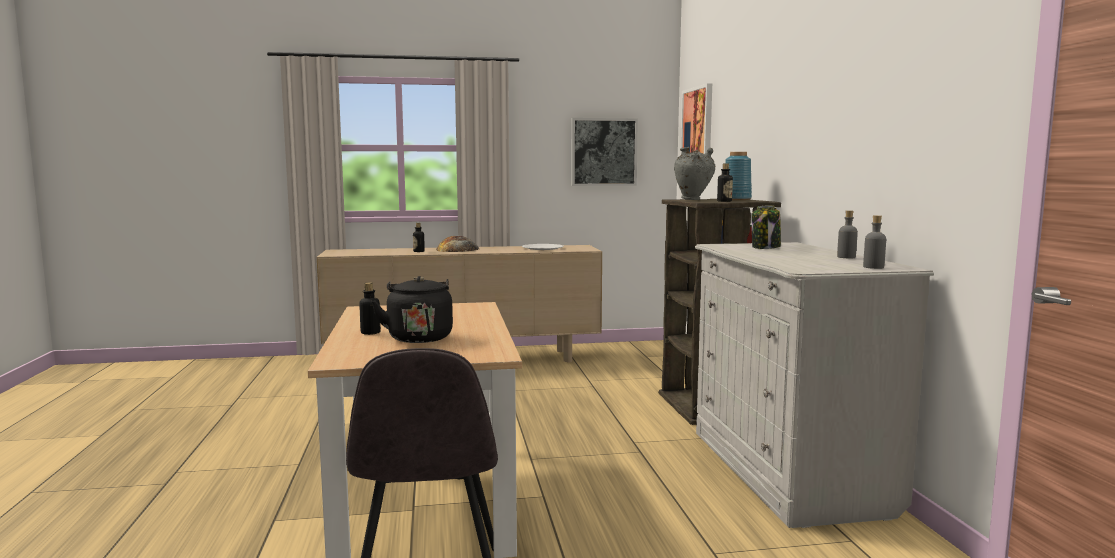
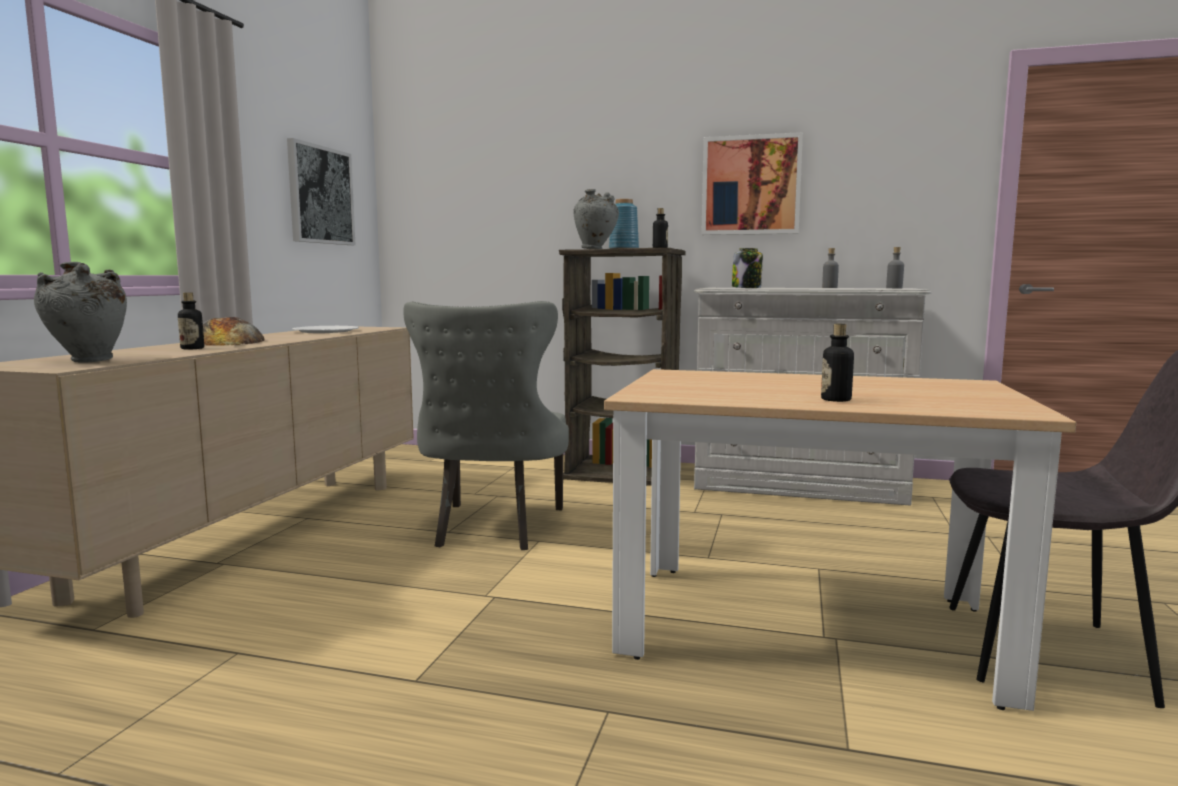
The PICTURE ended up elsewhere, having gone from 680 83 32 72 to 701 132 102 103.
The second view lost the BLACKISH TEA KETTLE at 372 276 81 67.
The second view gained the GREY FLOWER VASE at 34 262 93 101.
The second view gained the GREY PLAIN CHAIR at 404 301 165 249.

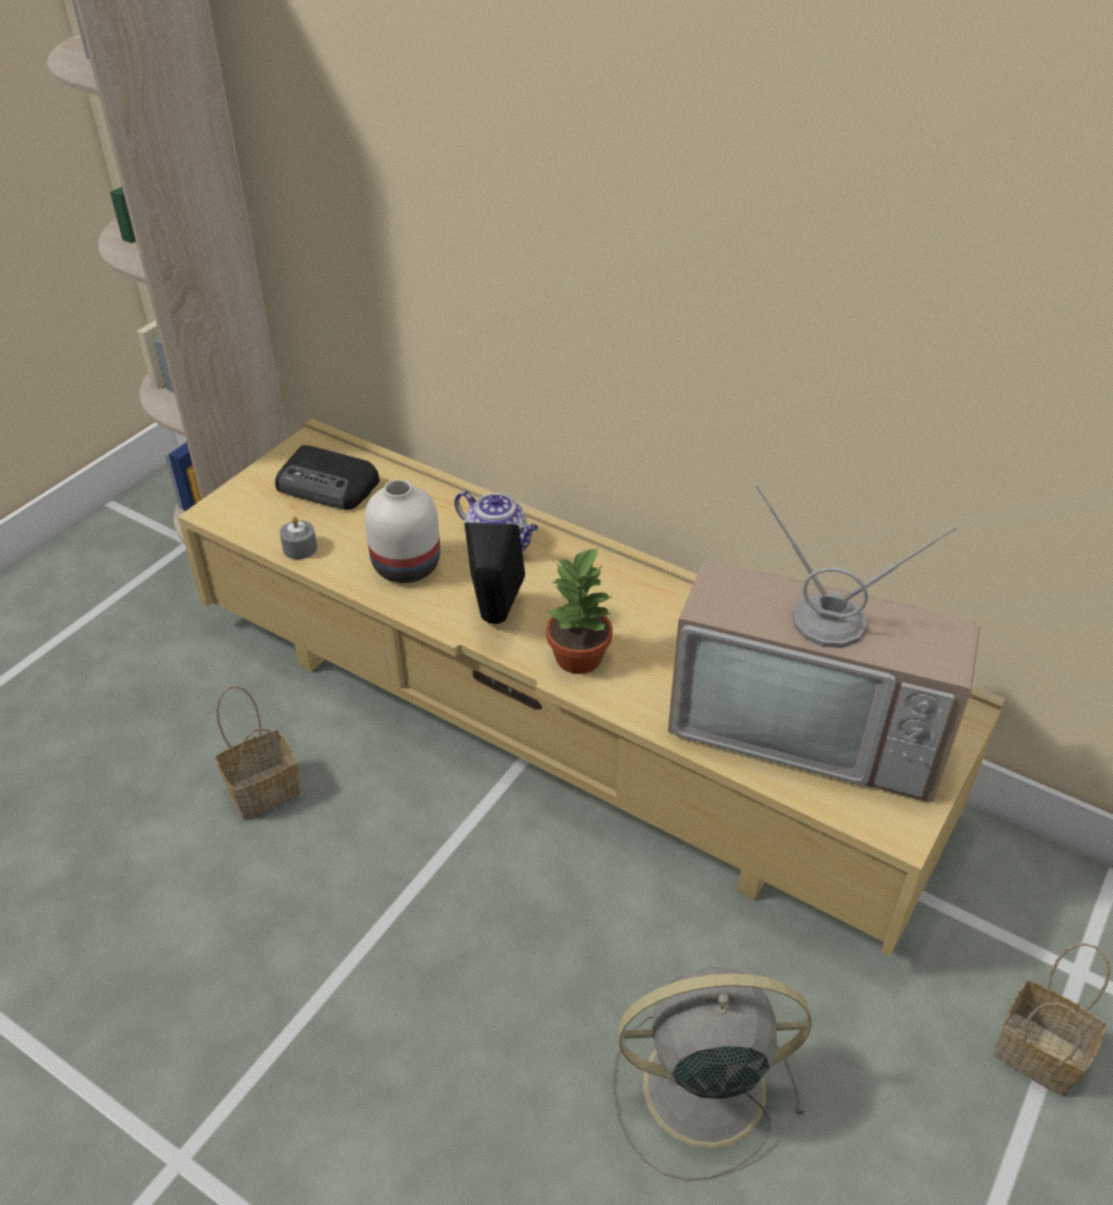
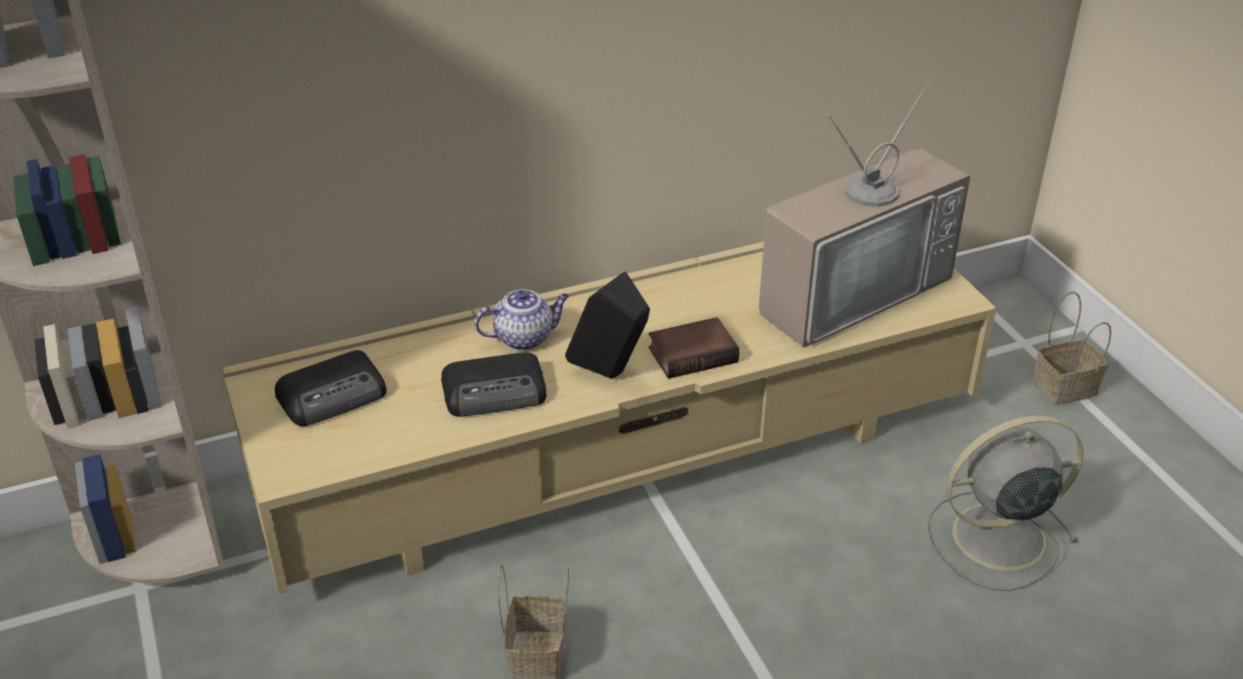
Where the WHITISH FLOWER VASE stood at 365 479 75 104, the RADIO RECEIVER came to stand at 441 352 106 65.
The second view lost the GREY WAX CANDLE at 280 516 37 43.
Where the PLANT IN A POT stood at 546 546 67 128, the BOOK came to stand at 649 317 90 62.
The GREY ELECTRIC FAN at 612 967 200 214 ended up facing another way, 45 degrees clockwise from before.

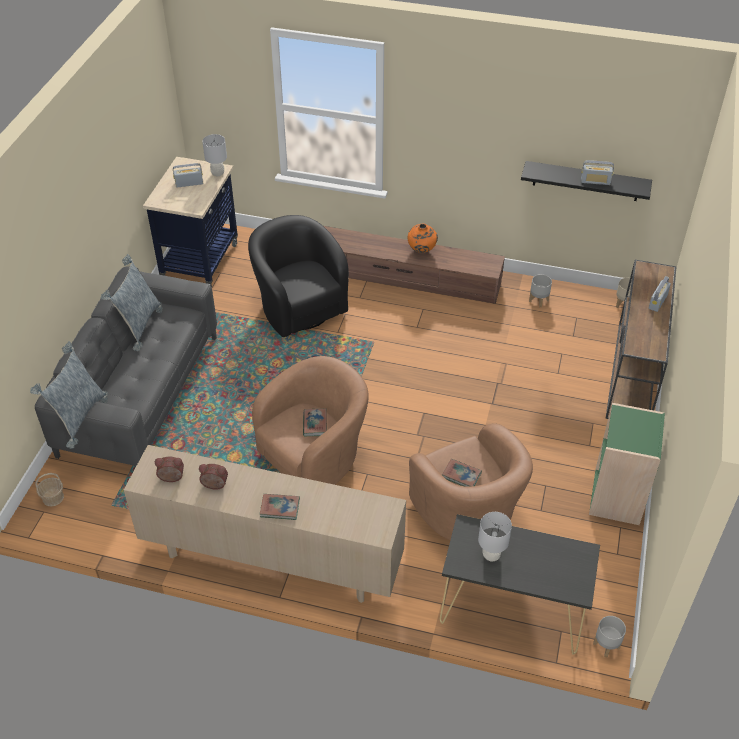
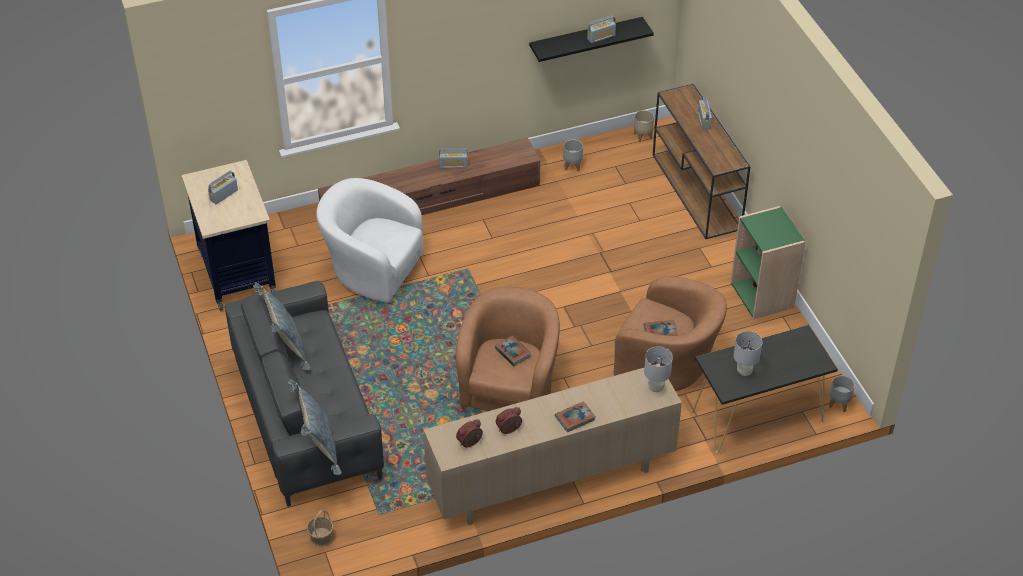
The GREY LAMP FOR A TABLE ended up elsewhere, having gone from 202 134 25 42 to 644 346 29 46.
What was the BLACKISH ARMCHAIR at 248 215 101 122 turned into the WHITISH ARMCHAIR at 316 178 107 125.
Where the ORANGEY FLOWER VASE stood at 407 223 31 30, the RADIO RECEIVER came to stand at 439 148 29 20.

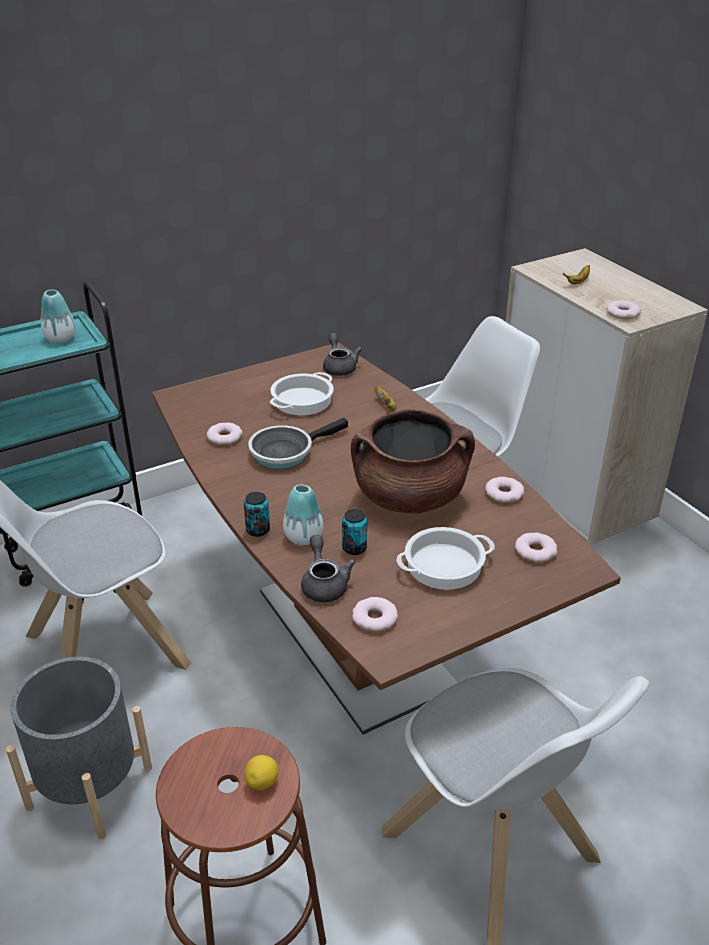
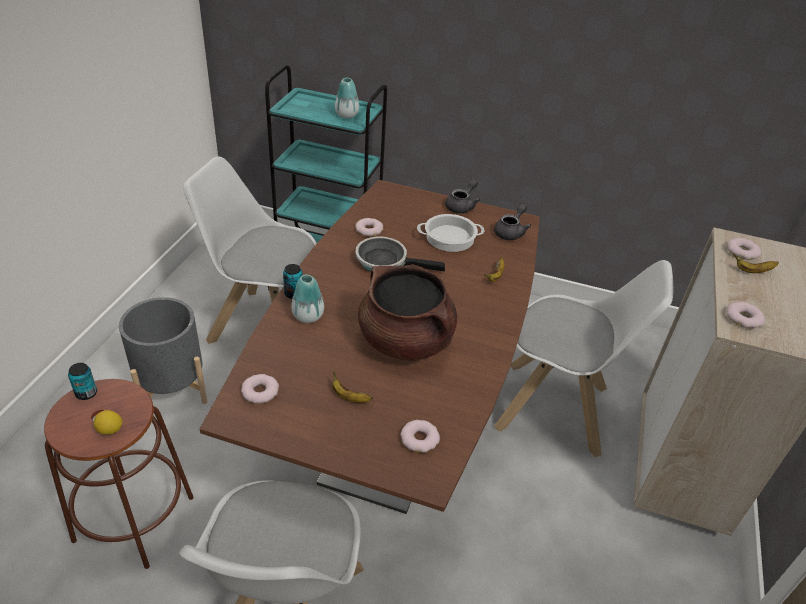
The DOUGHNUT ended up elsewhere, having gone from 486 477 38 26 to 727 238 34 22.
The CAN ended up elsewhere, having gone from 342 509 25 46 to 68 363 29 37.
Where the COOKING POT stood at 396 527 99 63, the BANANA came to stand at 332 371 41 32.
The GREY TEA POT ended up elsewhere, having gone from 301 535 55 67 to 445 179 35 35.

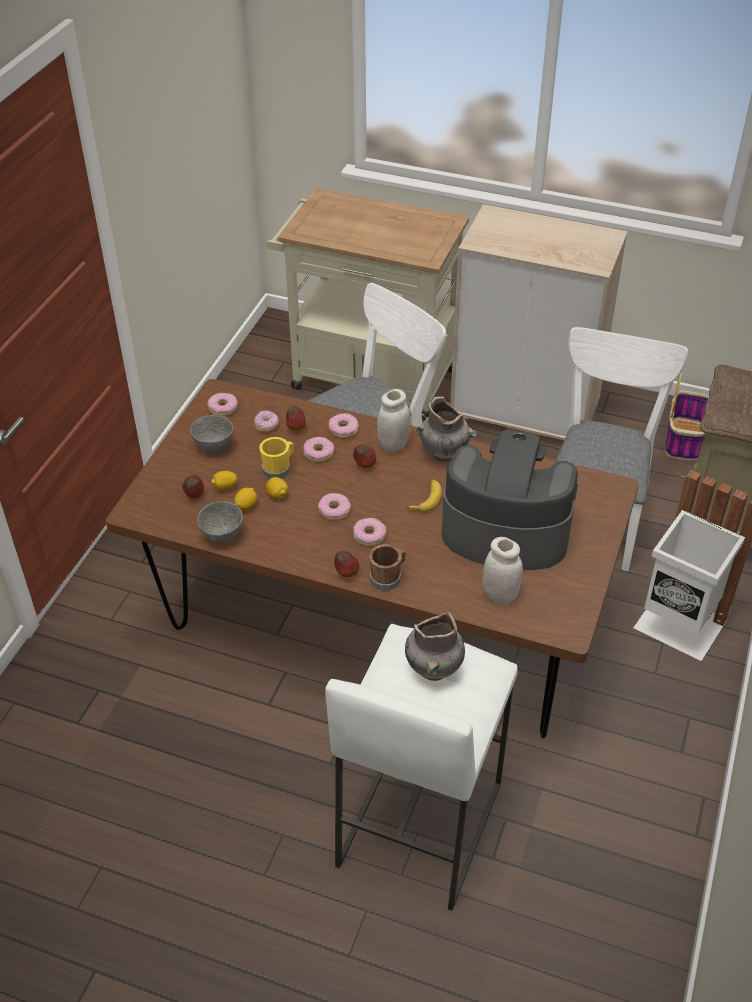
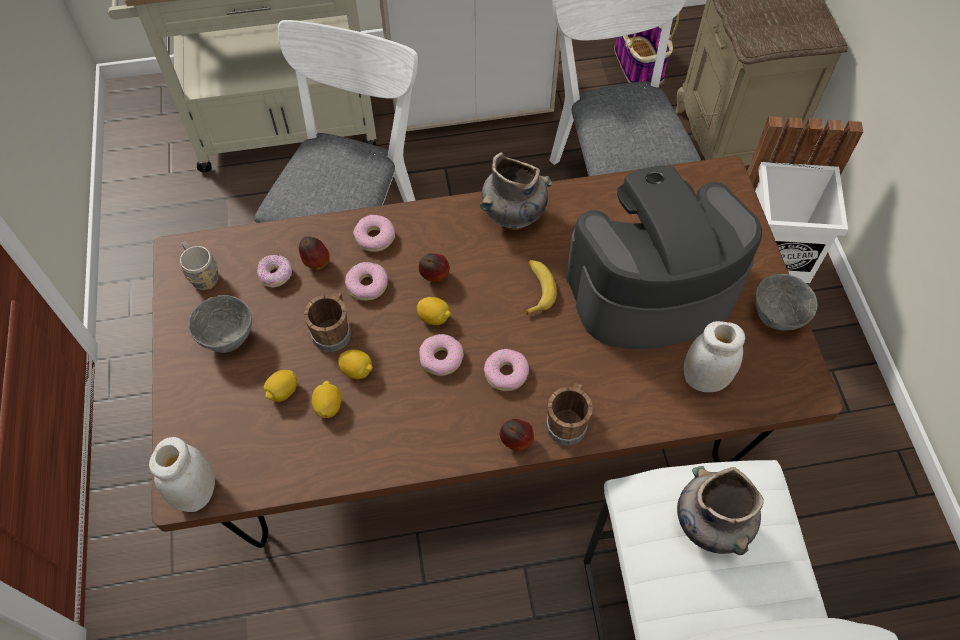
The WHITISH STORAGE JAR ended up elsewhere, having gone from 377 389 34 63 to 149 437 66 75.
Where the DOUGHNUT stood at 207 393 31 23, the GREY COFFEE MUG came to stand at 180 241 38 49.
What was the YELLOW COFFEE MUG at 259 437 35 42 turned into the BROWNISH COFFEE MUG at 304 292 47 60.
The second view lost the WHOLE APPLE at 182 475 22 24.
The GREY BOWL ended up elsewhere, having gone from 197 501 46 42 to 755 274 63 57.
The second view gained the CITRUS FRUIT at 417 297 34 28.

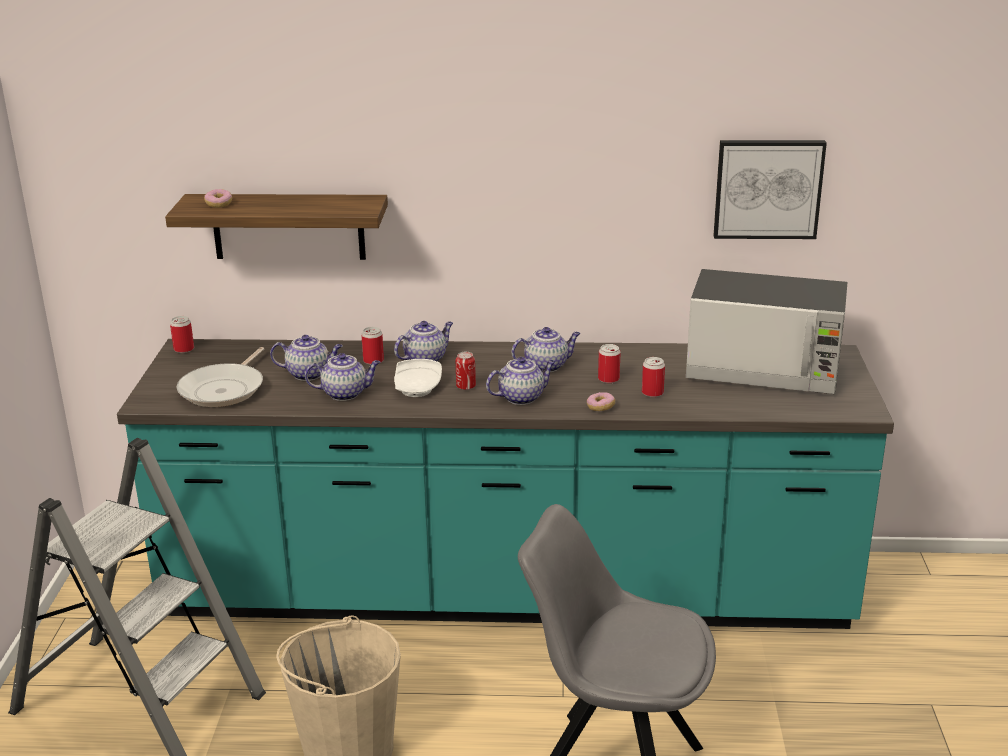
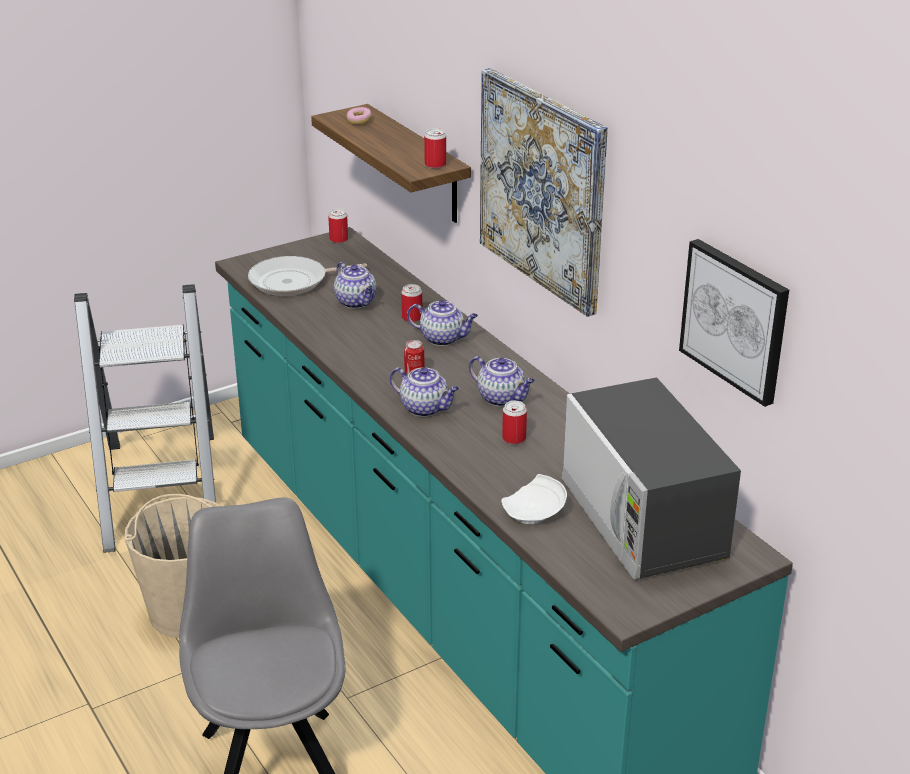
The second view lost the TEA POT at 305 353 76 48.
The CAN ended up elsewhere, having gone from 642 357 23 40 to 424 128 22 41.
The WHITISH FLAT DISH ended up elsewhere, having gone from 394 359 48 38 to 501 474 66 50.
The second view lost the DOUGHNUT at 587 392 28 19.
The second view gained the PICTURE at 480 68 128 249.

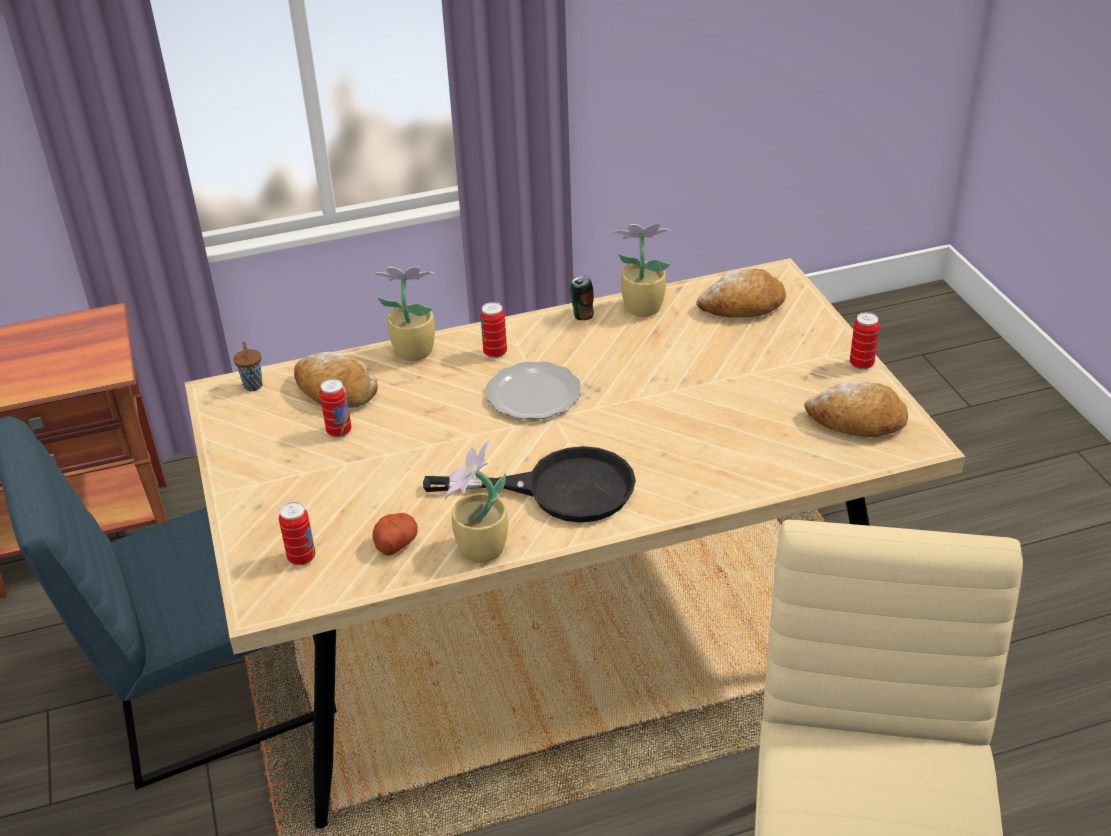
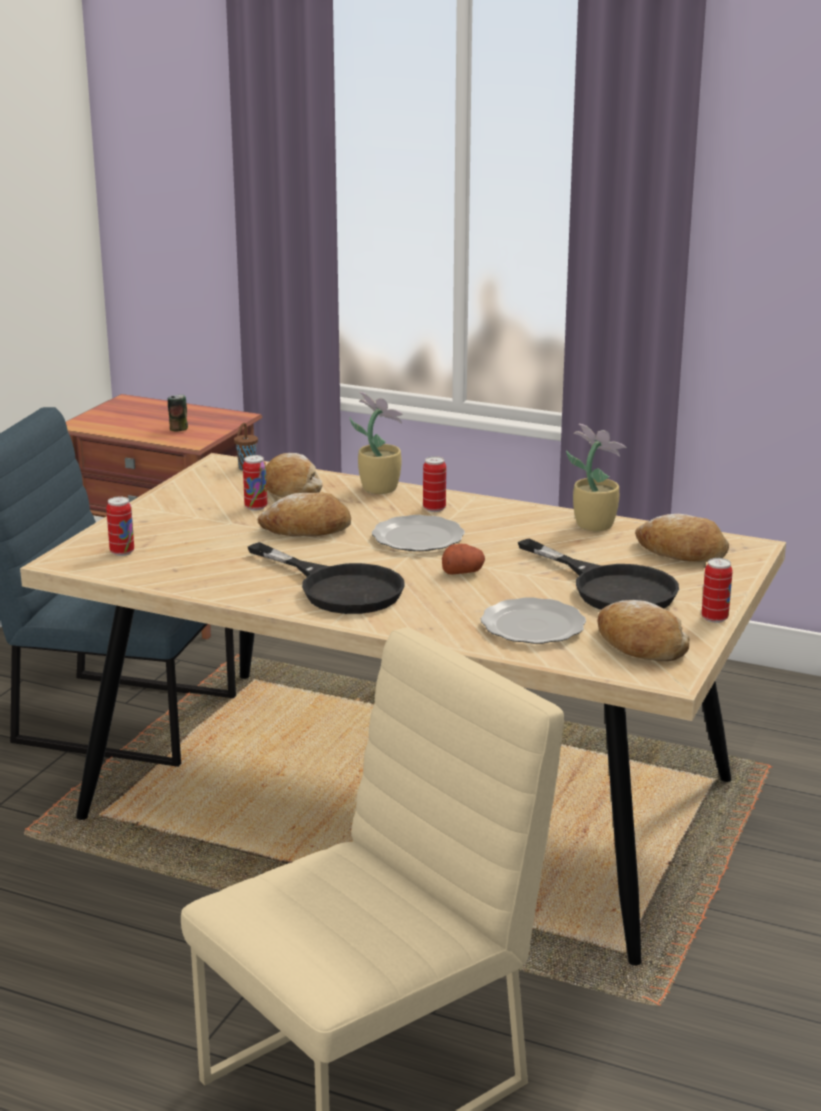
The CAN ended up elsewhere, having gone from 570 275 24 45 to 168 394 20 38.
The second view lost the PLANT IN A POT at 445 440 63 123.
The SPUD ended up elsewhere, having gone from 372 513 46 43 to 442 544 43 31.
The second view gained the BAKERY BREAD at 257 492 94 44.
The second view gained the BLACKISH PAN at 518 538 161 72.
The second view gained the FLAT DISH at 481 597 105 47.

